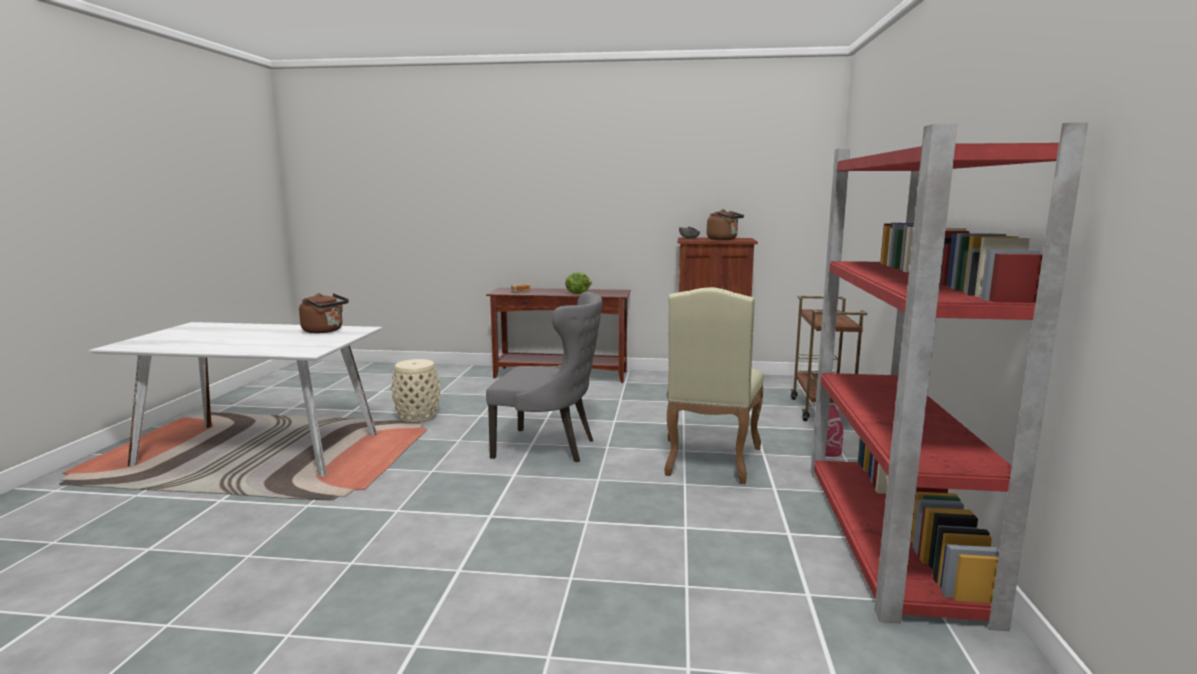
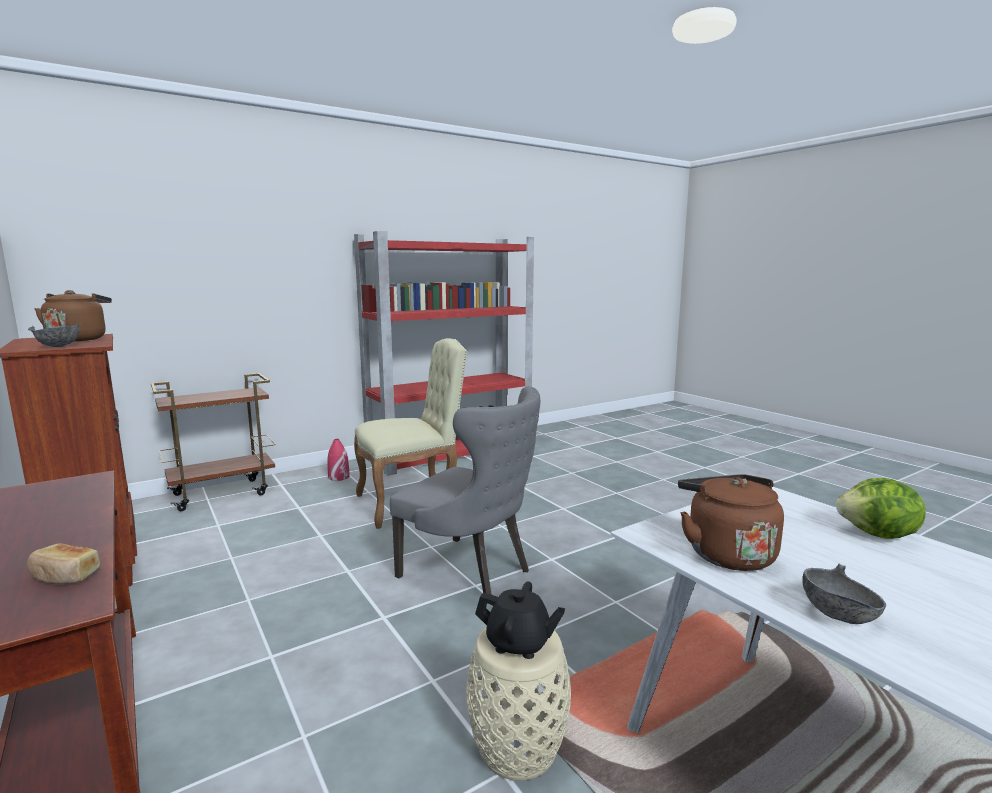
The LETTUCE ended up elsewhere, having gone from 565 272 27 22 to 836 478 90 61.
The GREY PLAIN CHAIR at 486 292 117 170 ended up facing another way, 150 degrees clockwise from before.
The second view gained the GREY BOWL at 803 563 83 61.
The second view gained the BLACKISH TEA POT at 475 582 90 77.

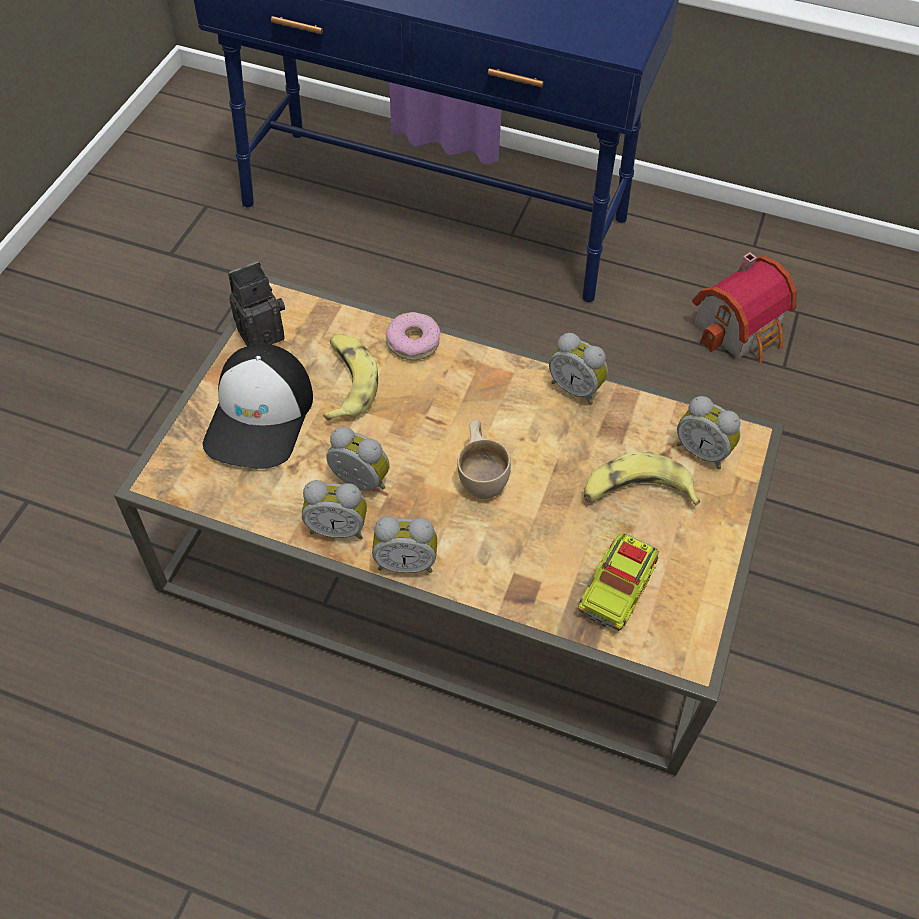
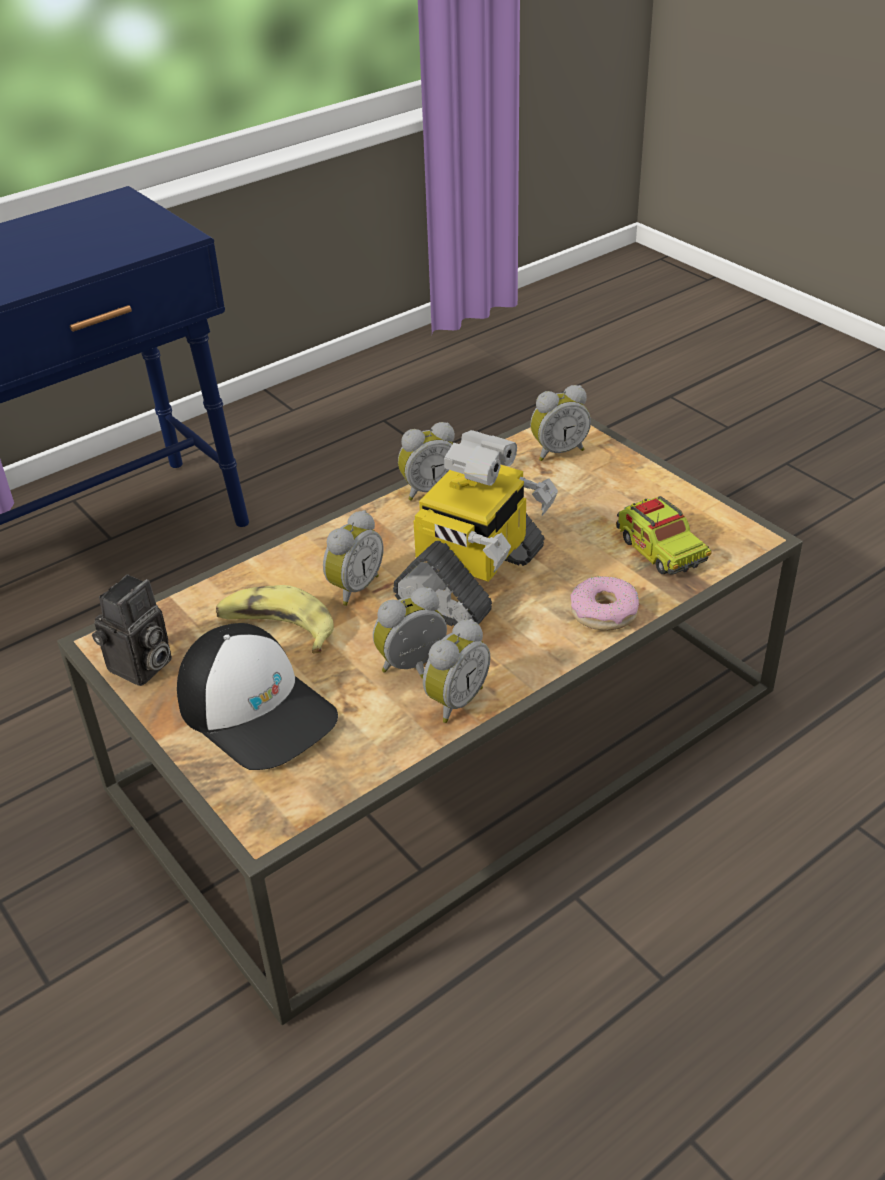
The second view lost the TOY HOUSE at 692 252 105 111.
The STILL CAMERA at 228 261 57 85 ended up facing another way, 150 degrees counterclockwise from before.
The DOUGHNUT ended up elsewhere, having gone from 386 312 54 48 to 571 576 68 55.
Where the BEIGE-COLOURED CUP stood at 457 419 54 80, the TOY ROBOT came to stand at 393 430 165 196.
The second view lost the BANANA at 584 452 116 54.
The TABLE CLOCK ended up elsewhere, having gone from 372 516 65 57 to 323 510 60 96.

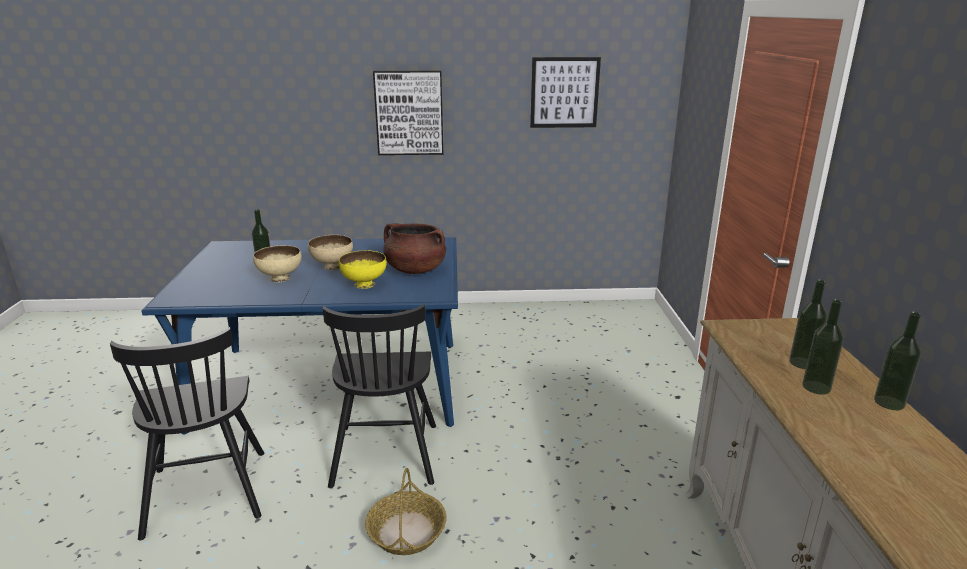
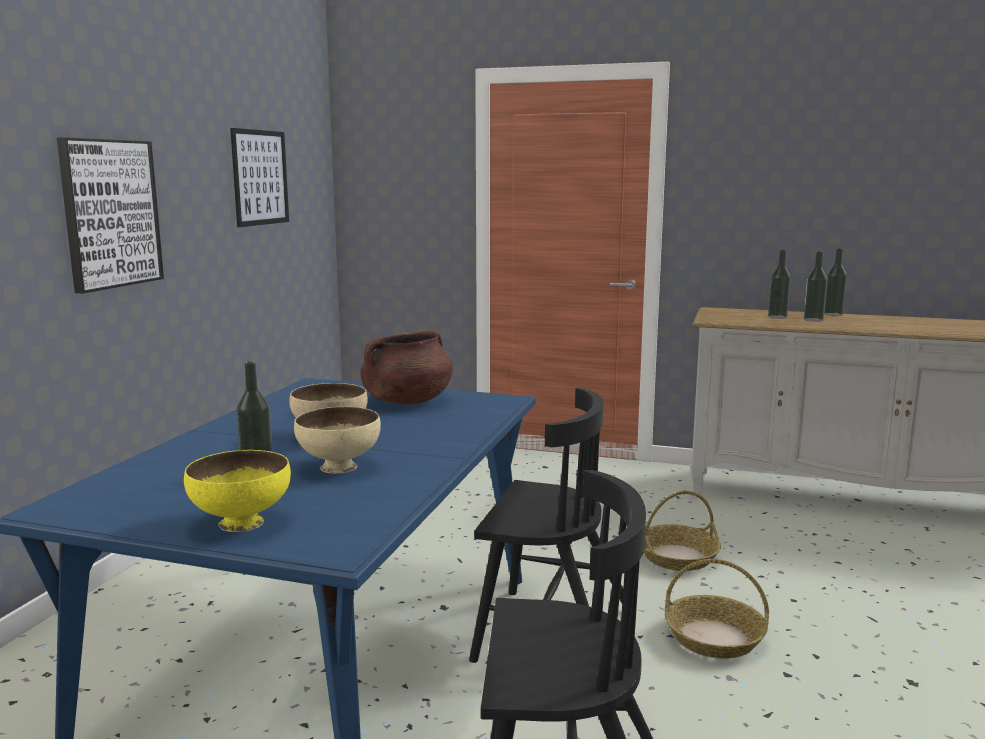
The YELLOW BOWL ended up elsewhere, having gone from 339 250 48 39 to 184 450 107 82.
The second view gained the HOUSEHOLD BASKET at 643 490 78 81.

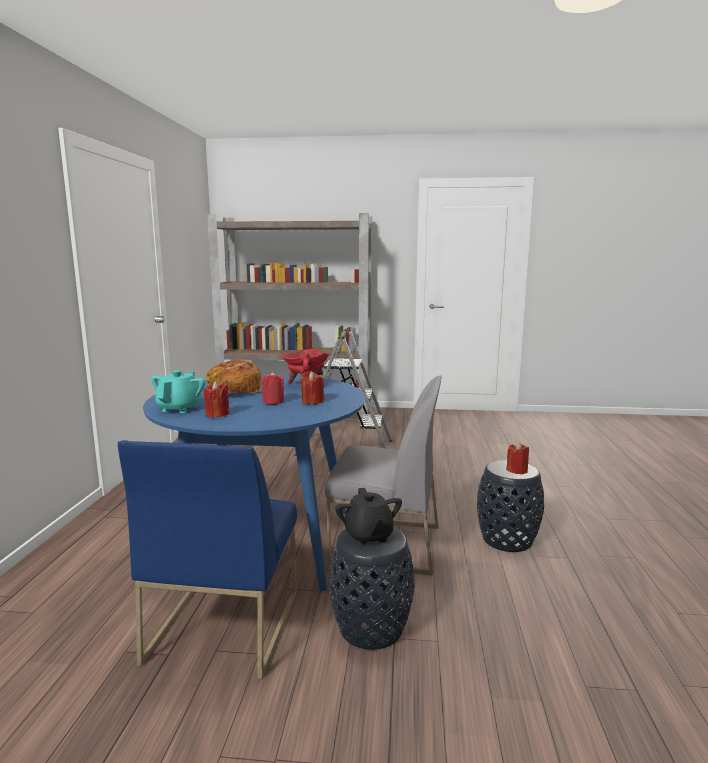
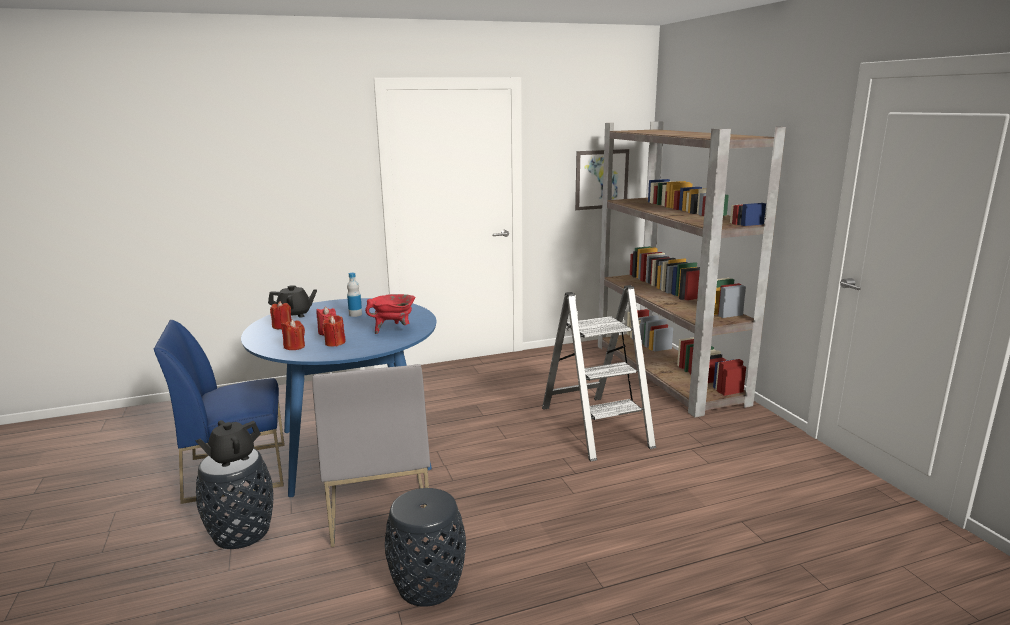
Where the BAKERY BREAD stood at 203 359 59 35, the BEVERAGE BOTTLE came to stand at 347 273 15 44.
What was the BLUE-GREEN TEA POT at 151 370 54 43 turned into the BLACKISH TEA POT at 268 285 49 33.
The REDDISH WAX CANDLE ended up elsewhere, having gone from 506 443 23 31 to 282 320 23 30.
The second view gained the PICTURE at 575 149 54 61.

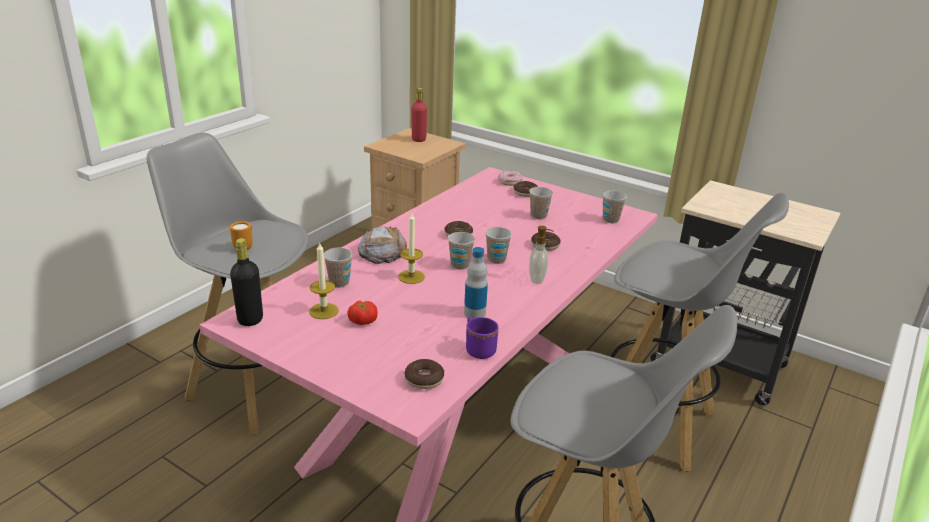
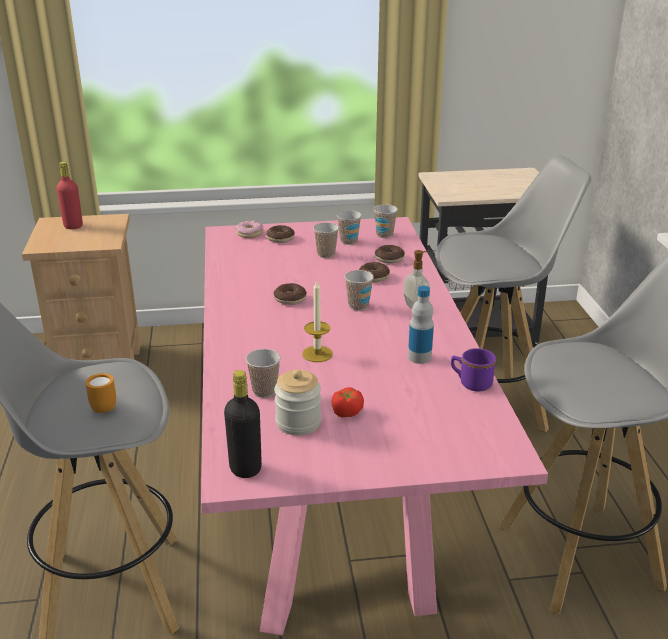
The second view lost the BAKERY BREAD at 358 226 49 38.
The CUP ended up elsewhere, having gone from 448 232 27 38 to 337 210 25 35.
Where the WAX CANDLE stood at 309 241 30 78, the STORAGE JAR came to stand at 274 370 47 65.
The DOUGHNUT ended up elsewhere, having gone from 404 359 40 30 to 375 245 30 18.

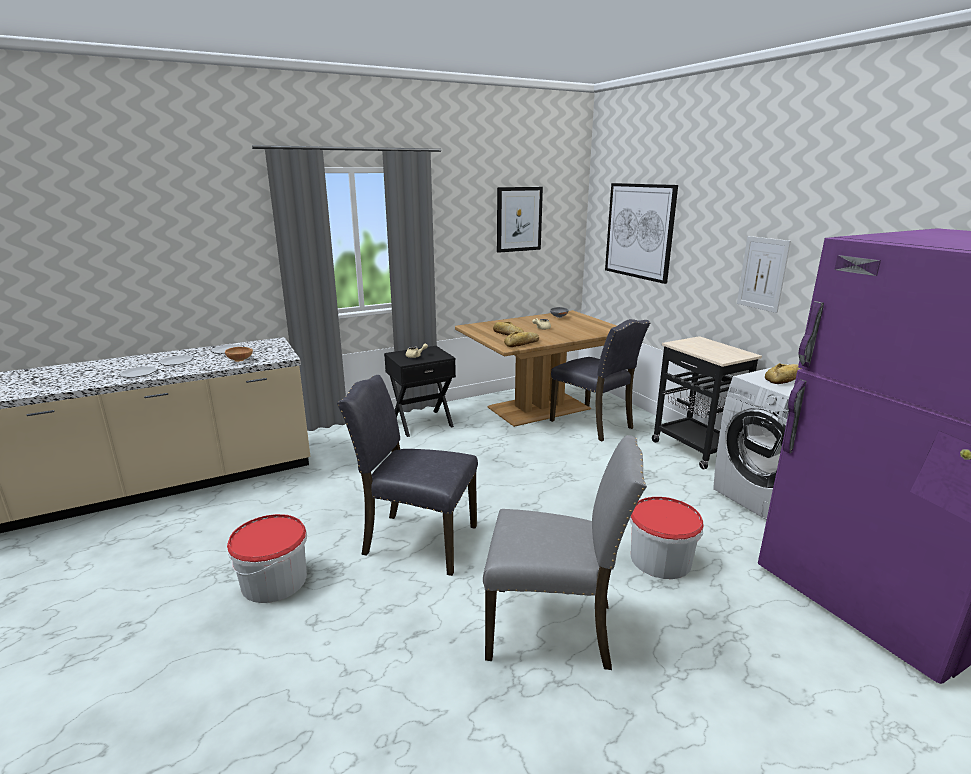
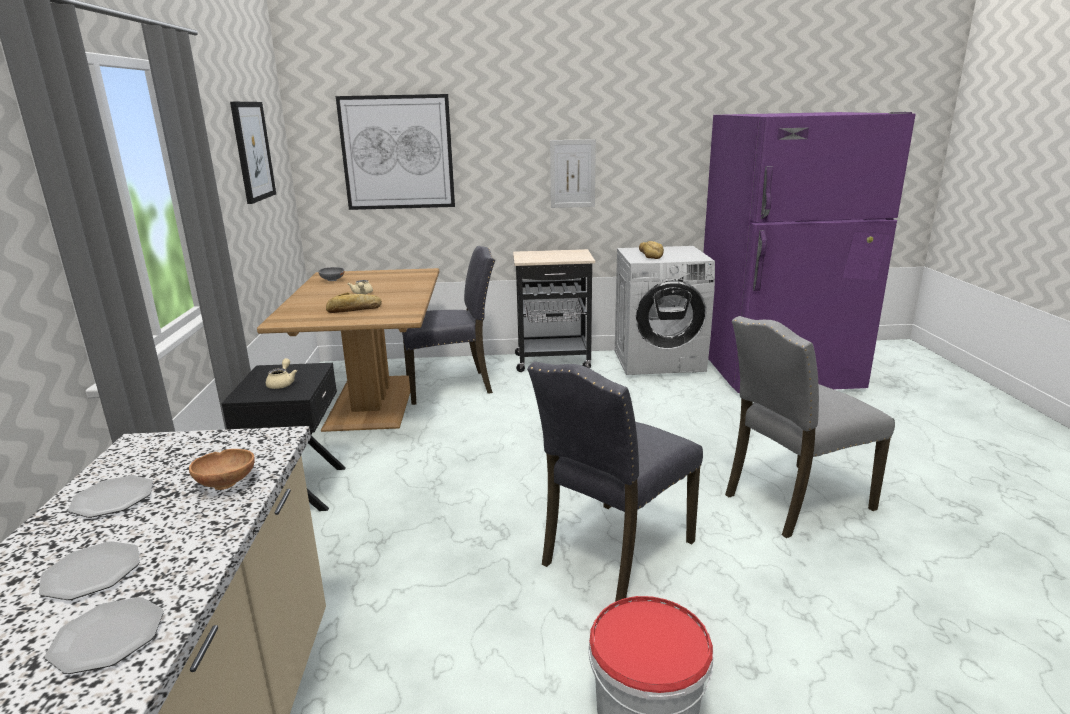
The second view lost the BAKERY BREAD at 504 331 35 16.
The GREY PLAIN CHAIR at 483 435 164 235 ended up facing another way, 150 degrees counterclockwise from before.
The second view lost the WATER BUCKET at 630 497 74 82.

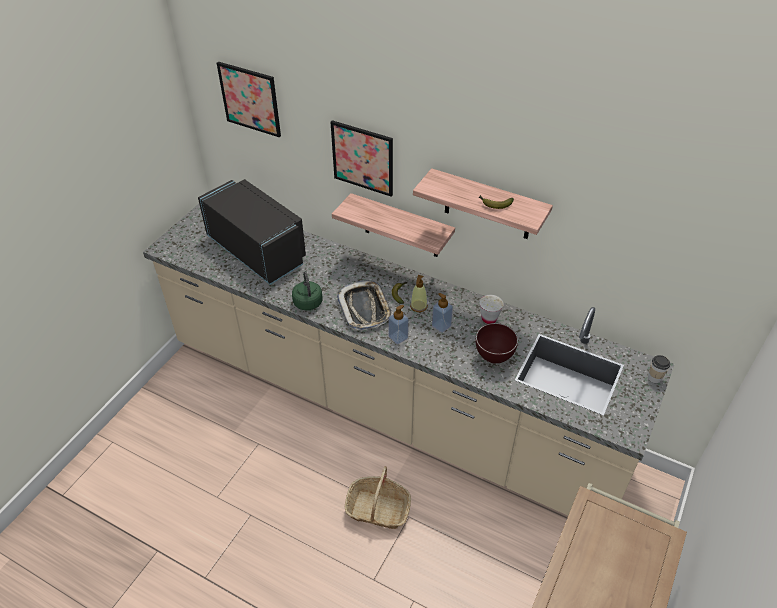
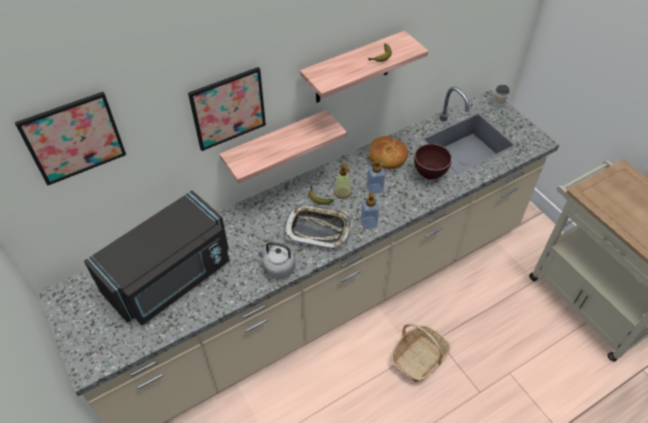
The BLACKISH MICROWAVE OVEN at 198 179 108 106 ended up facing another way, 150 degrees clockwise from before.
What was the GREEN TEA KETTLE at 292 271 31 39 turned into the GREY TEA KETTLE at 255 242 41 37.
Where the WHITISH CUP stood at 479 295 25 29, the BAKERY BREAD came to stand at 369 136 39 33.

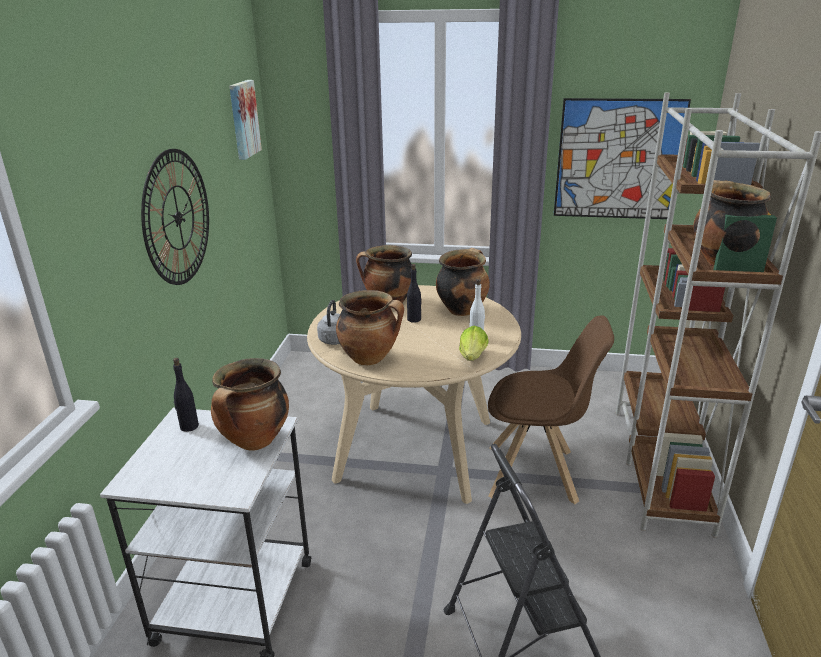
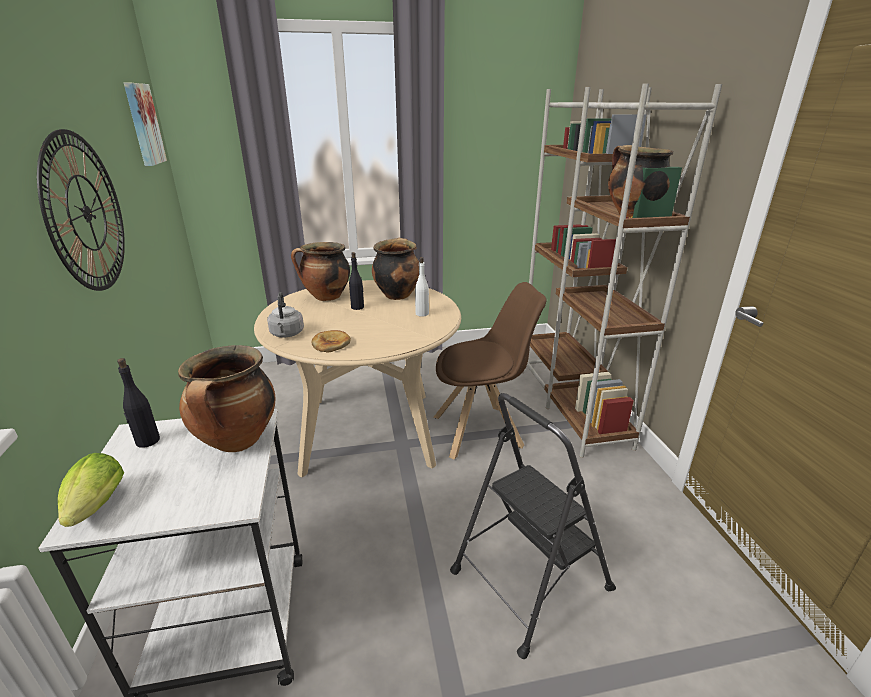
The second view lost the PICTURE at 554 98 137 121.
Where the COOKING POT stood at 336 290 68 75, the BAKERY BREAD came to stand at 311 330 40 23.
The LETTUCE ended up elsewhere, having gone from 459 326 29 35 to 58 453 66 74.

